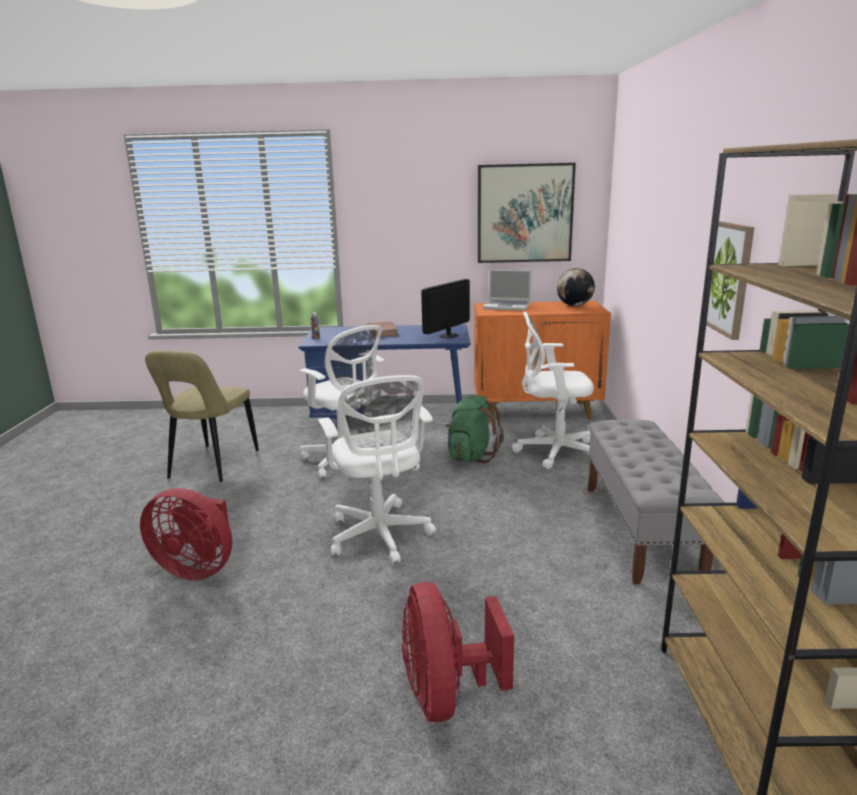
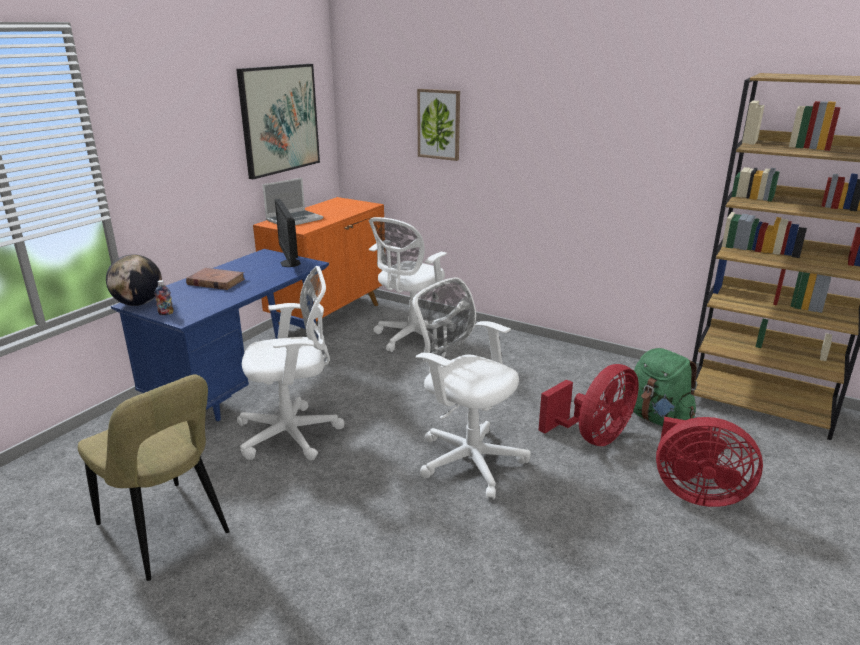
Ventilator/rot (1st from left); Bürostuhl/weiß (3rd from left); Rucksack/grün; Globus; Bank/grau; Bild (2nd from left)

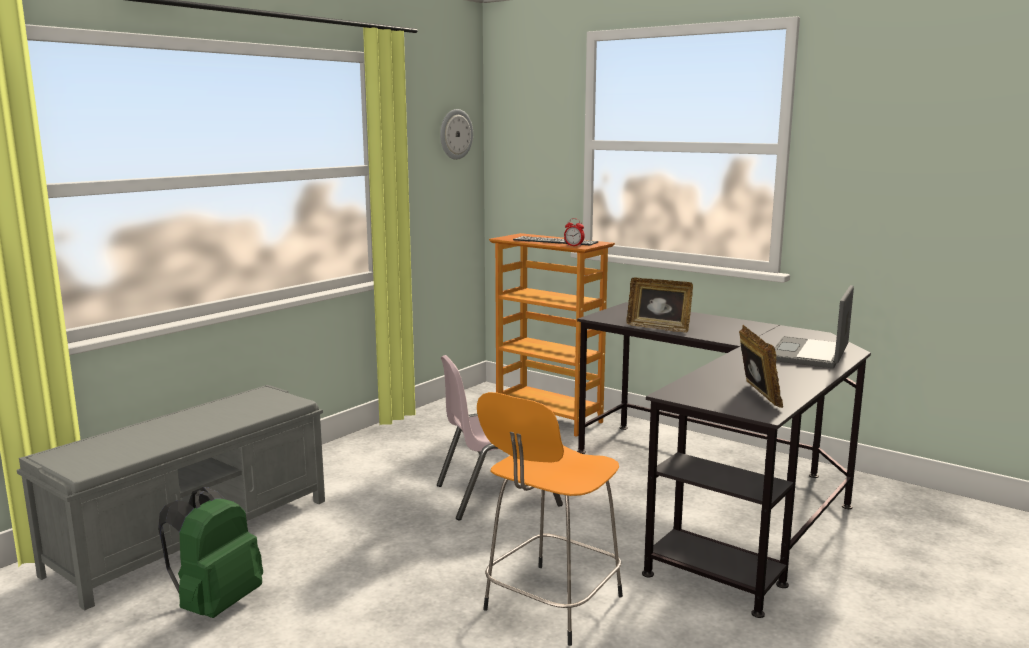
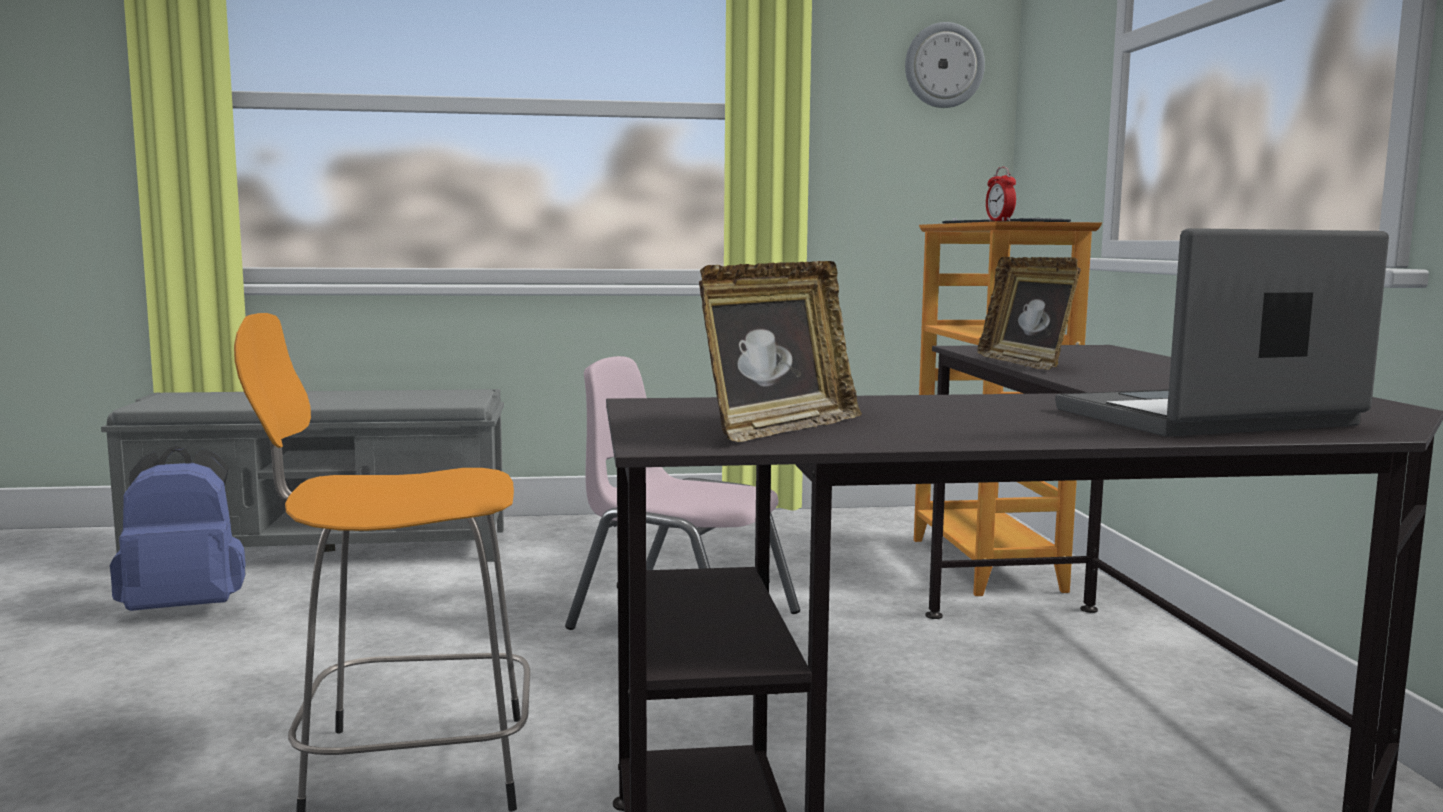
Rucksack/blau

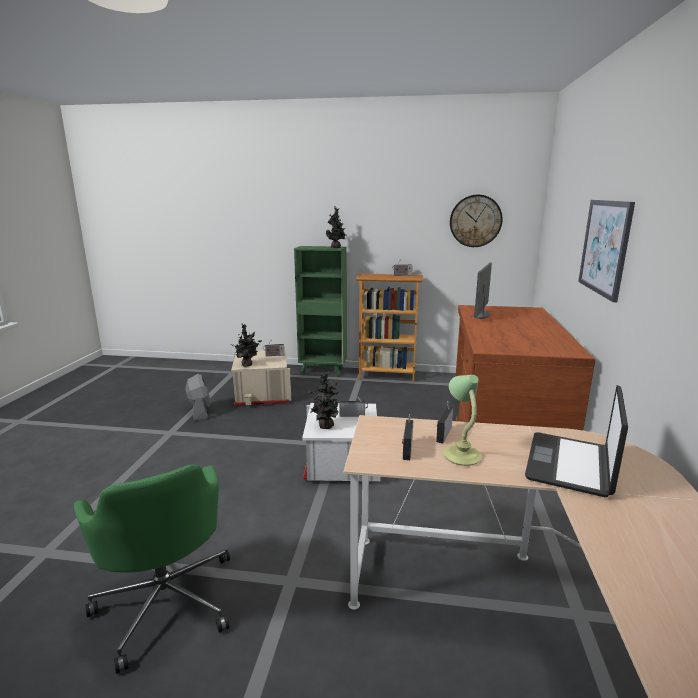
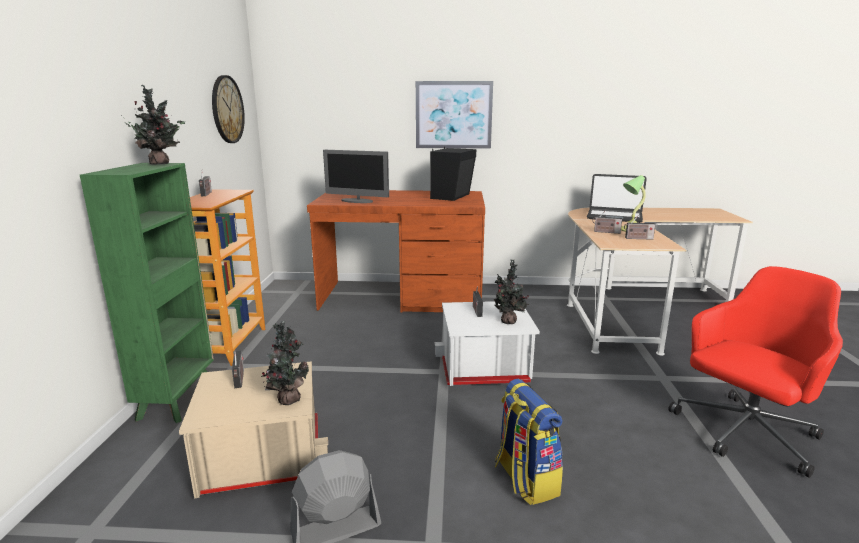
Bürostuhl/rot; Lautsprecher/schwarz; Rucksack

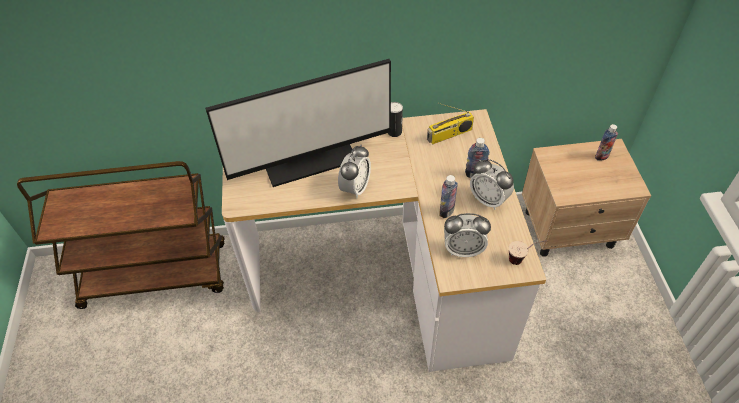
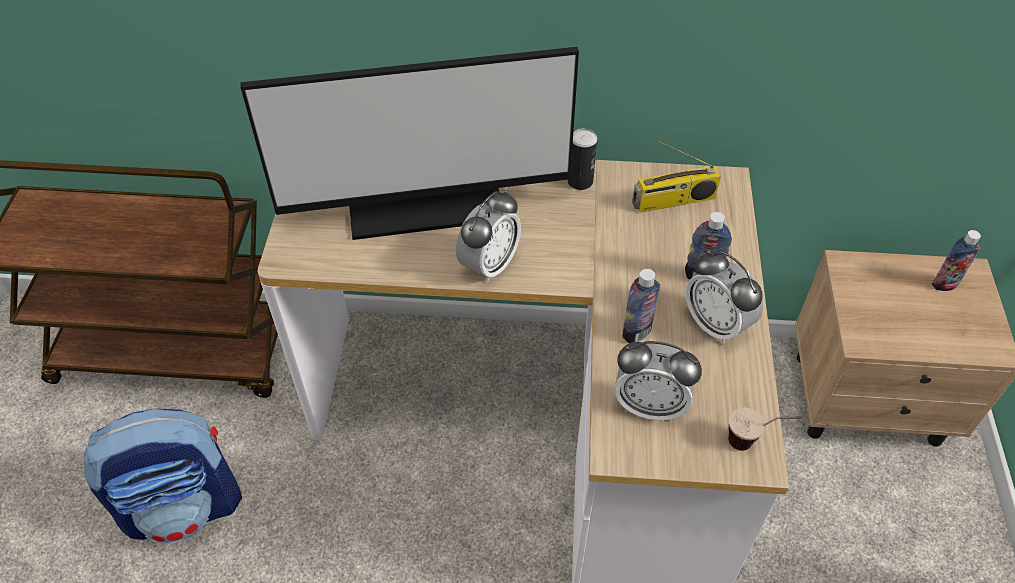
Rucksack

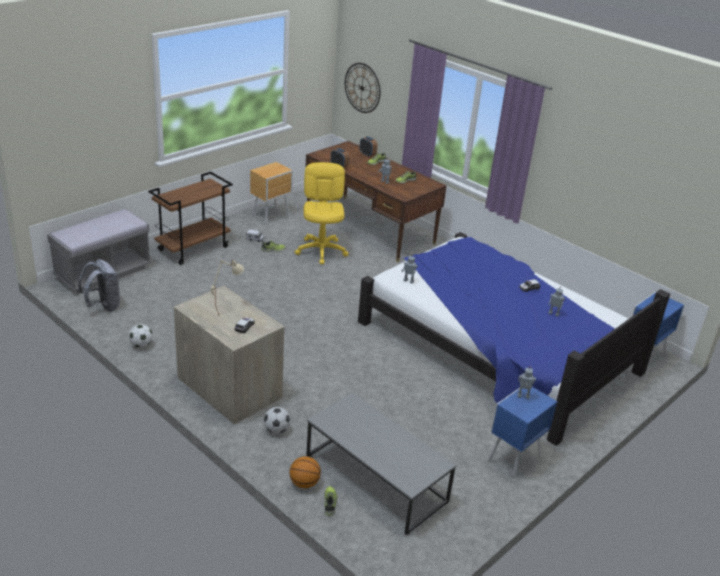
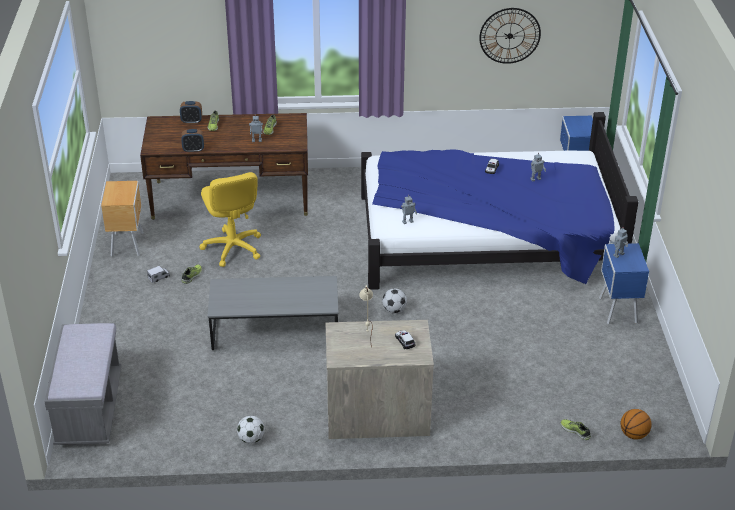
Rucksack/grau; Rollwagen/braun; Fußball (2nd from left); Basketball; Bürostuhl/gelb; Couchtisch/grau; Wanduhr

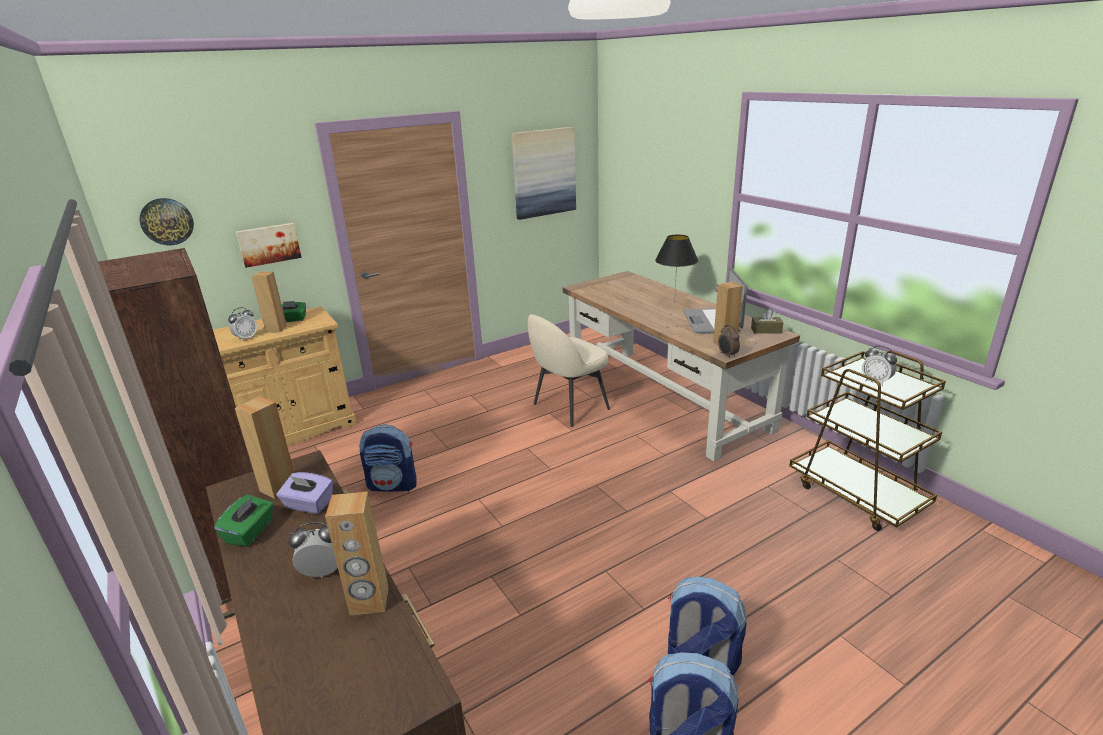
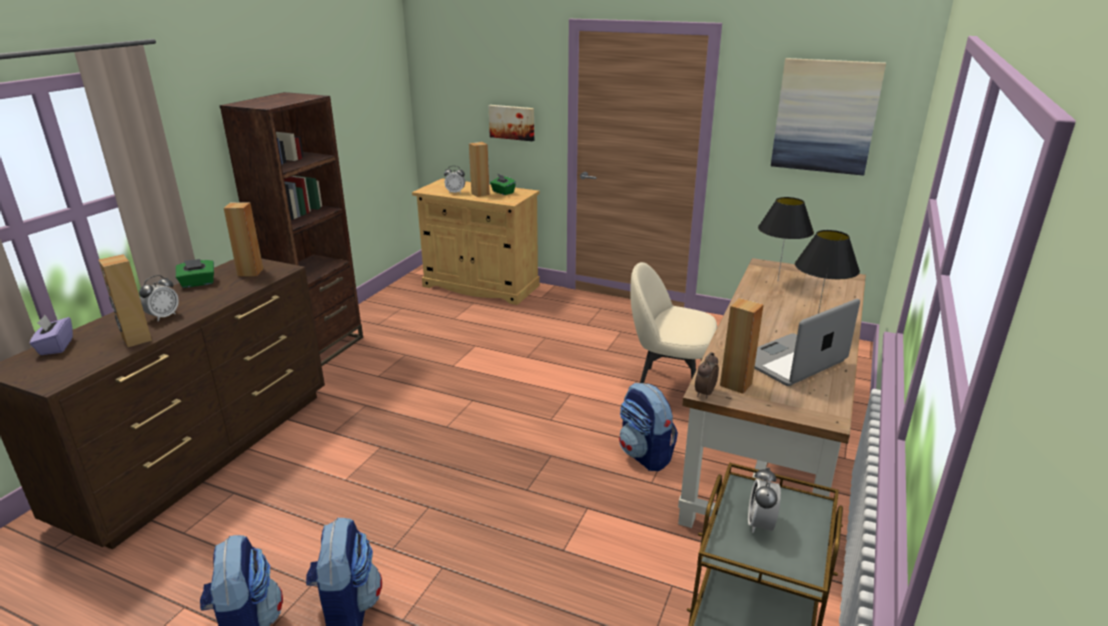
Wanduhr; Taschentuchbox/lila; Wecker (1st from left); Rucksack (3rd from left); Taschentuchbox/braun; Tischlampe/schwarz (1st from left)

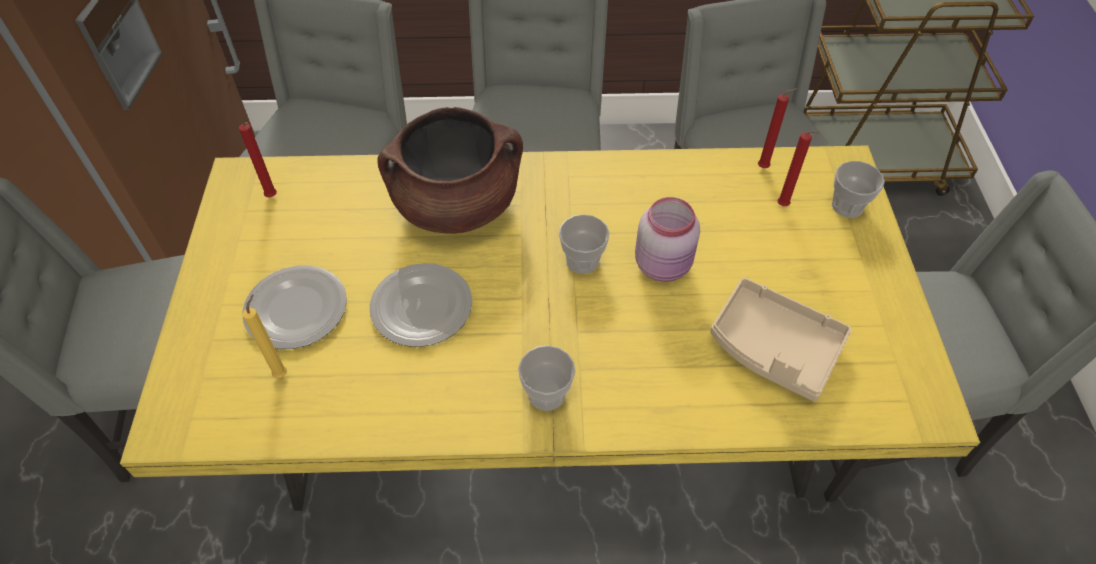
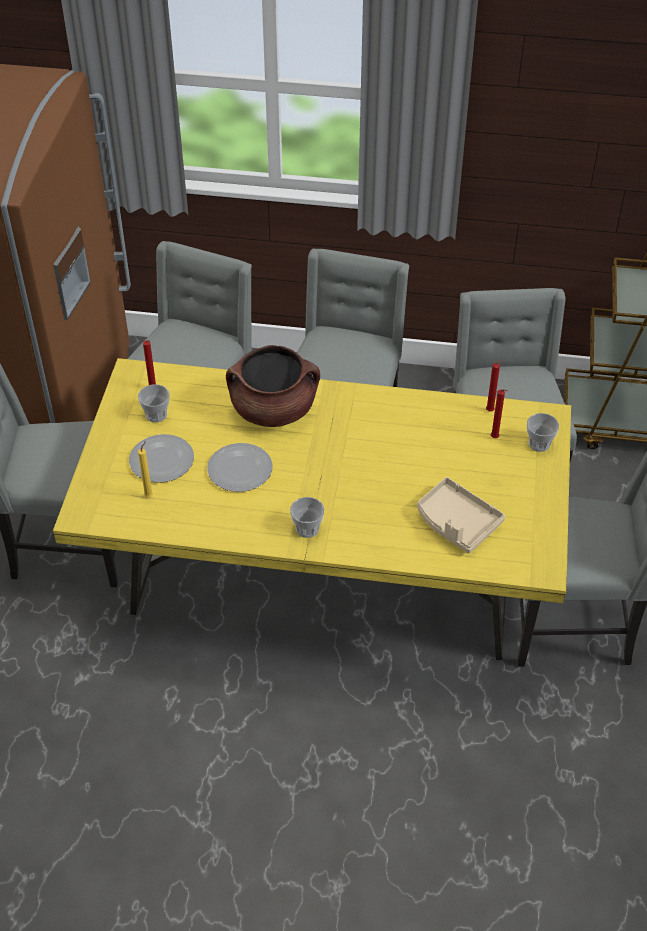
Tasse (1st from left); Vorratsglas/rosa

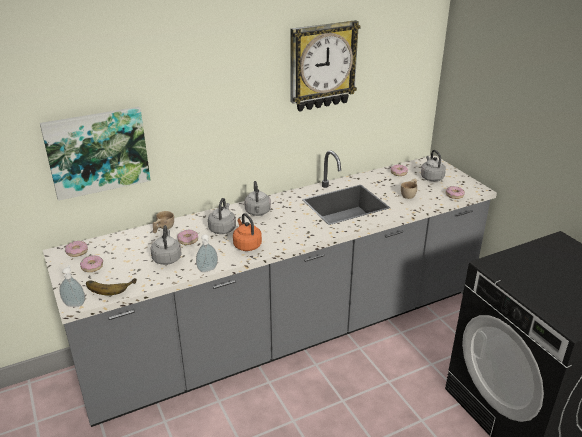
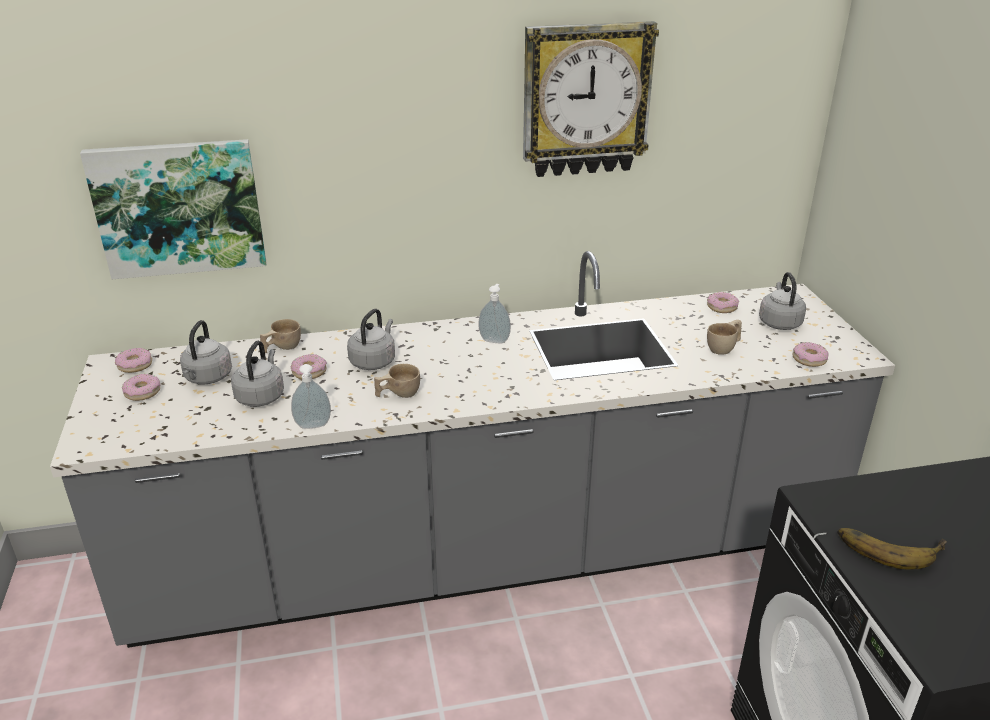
Seifenspender (2nd from left); Banane; Tasse/beige (2nd from left); Wasserkessel/grau (1st from left)

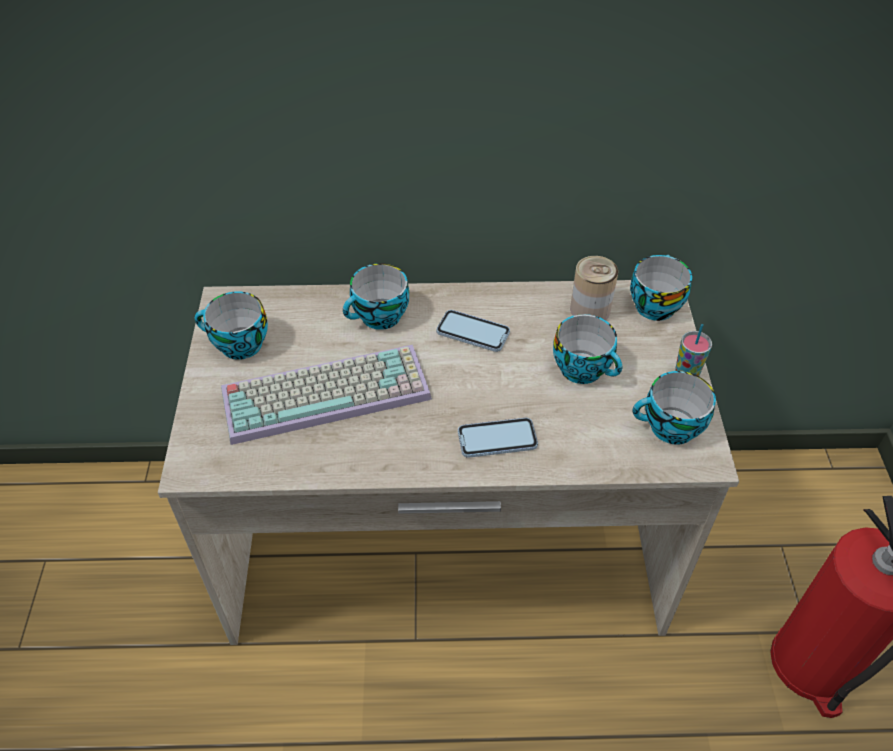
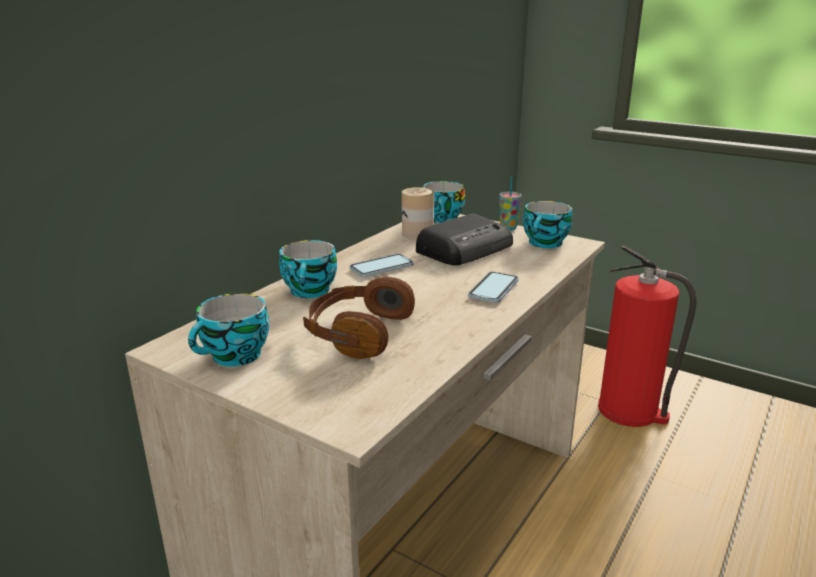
Kopfhörer/braun; Radio

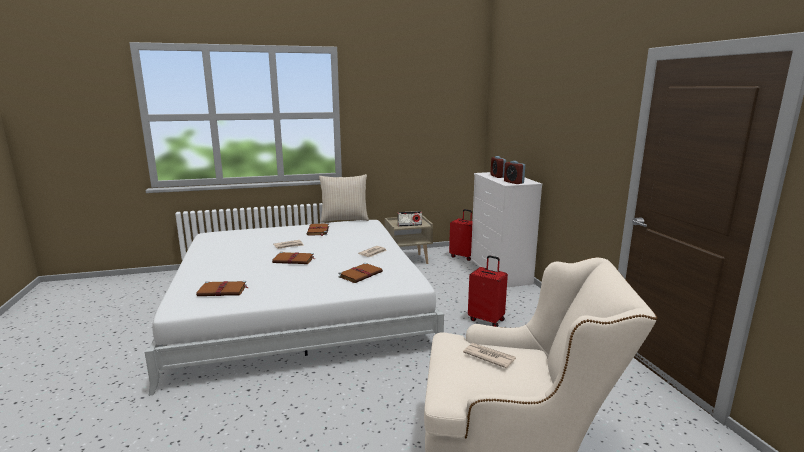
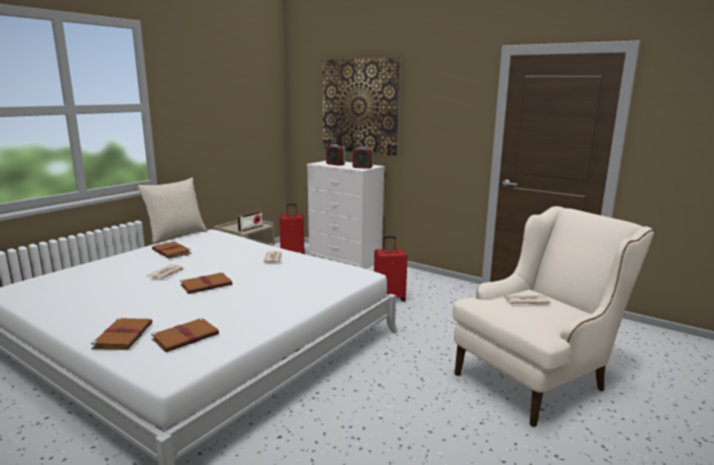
Buch/braun (1st from left); Bild

